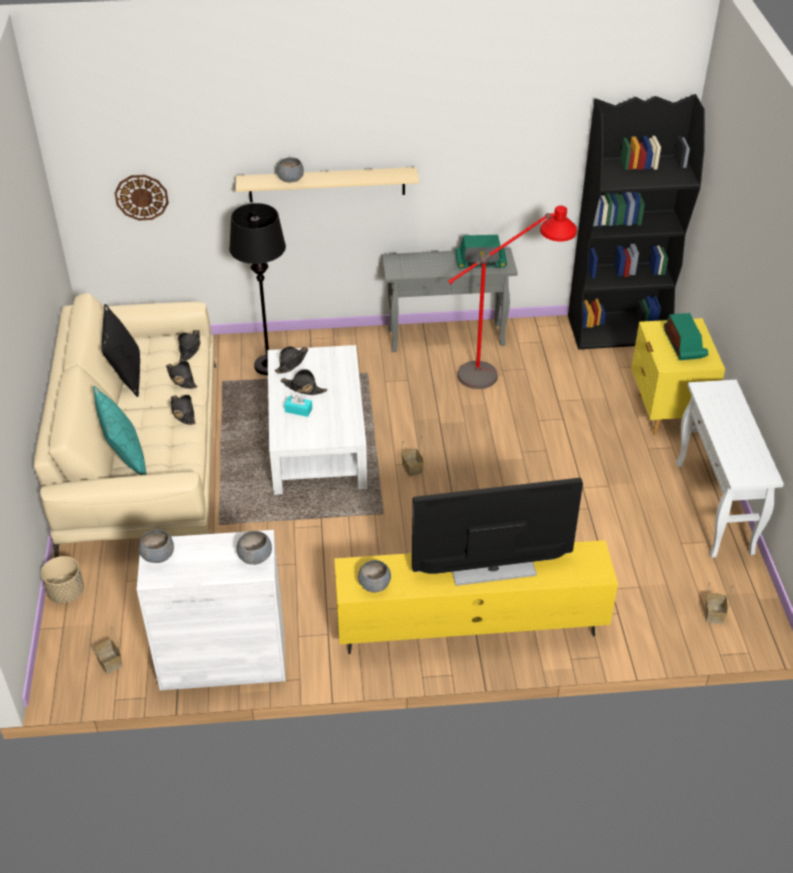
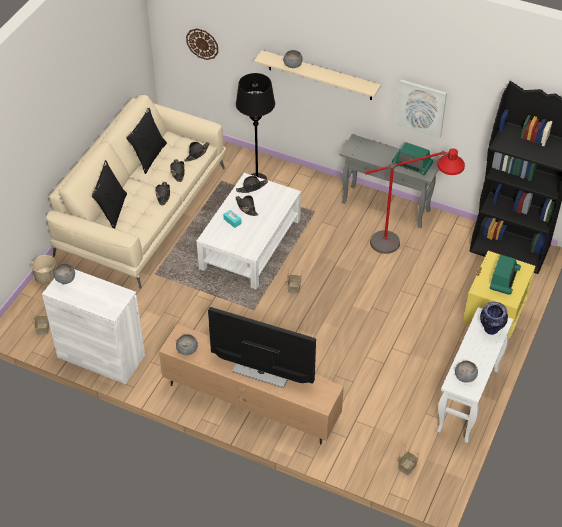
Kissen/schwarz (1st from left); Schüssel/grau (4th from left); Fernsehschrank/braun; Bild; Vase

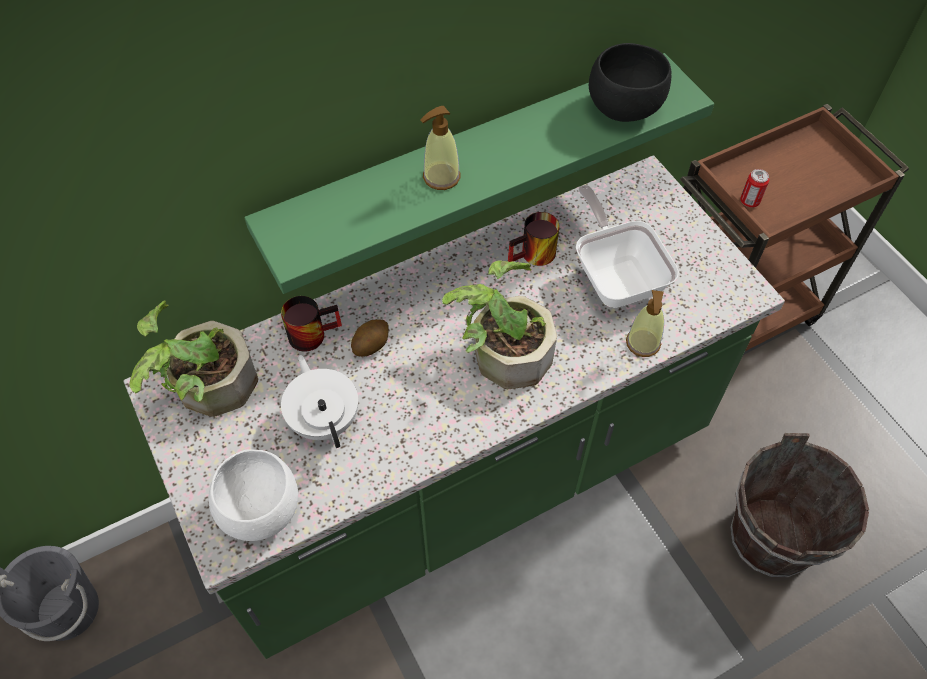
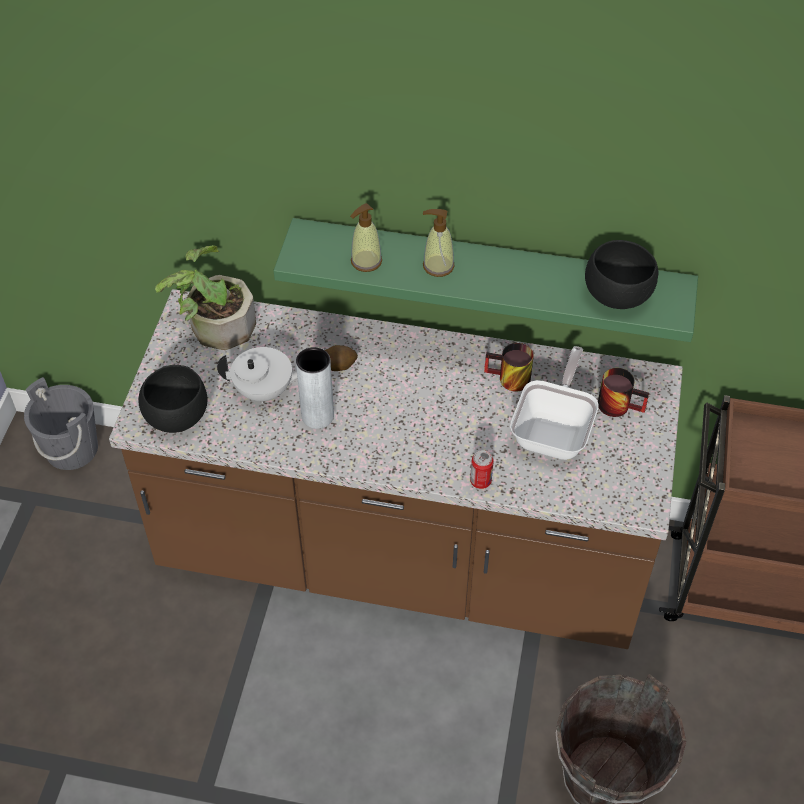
Küchenzeile/braun; Schüssel/schwarz (1st from left); Henkelbecher (2nd from left); Teekanne/weiß; Topfpflanze (2nd from left in the first image); Seifenspender (1st from left); Dose; Vase/grau

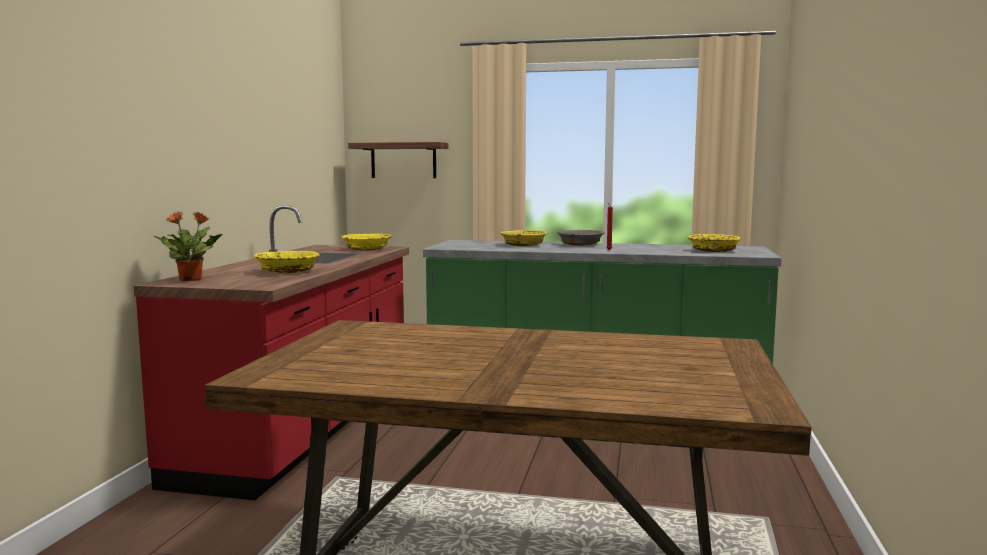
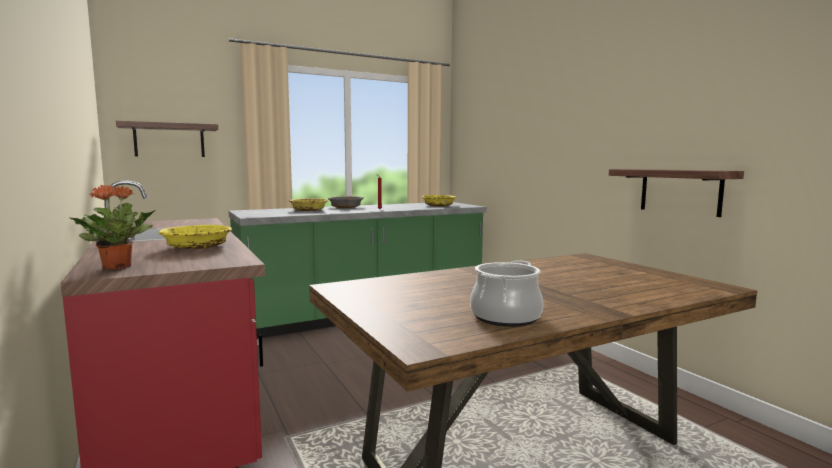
Schüssel/gelb (2nd from left in the first image); Kochtopf; Wandregal (2nd from left)

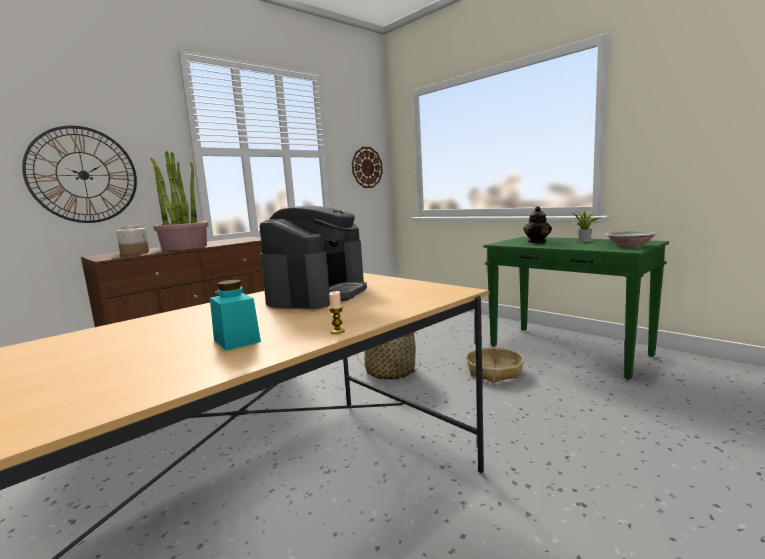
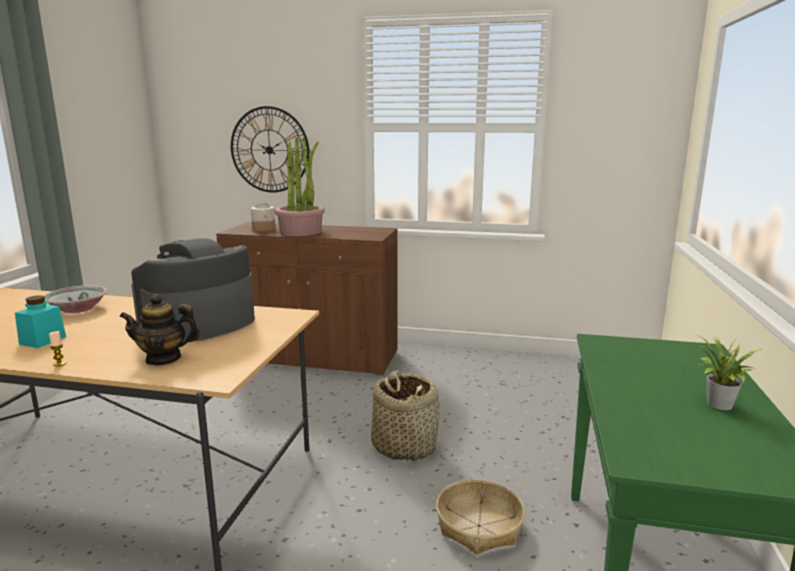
Kaffeemaschine; Wanduhr (2nd from left in the first image); Teekanne; Schüssel

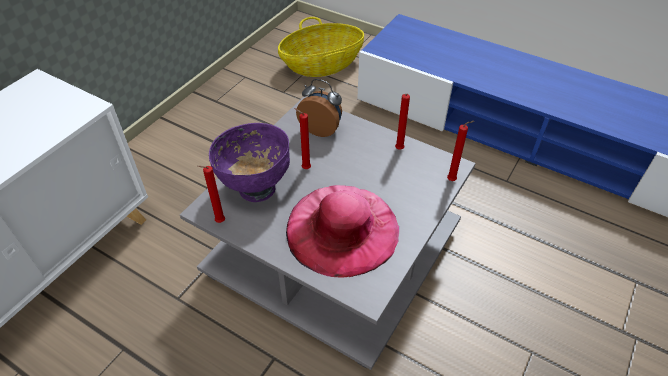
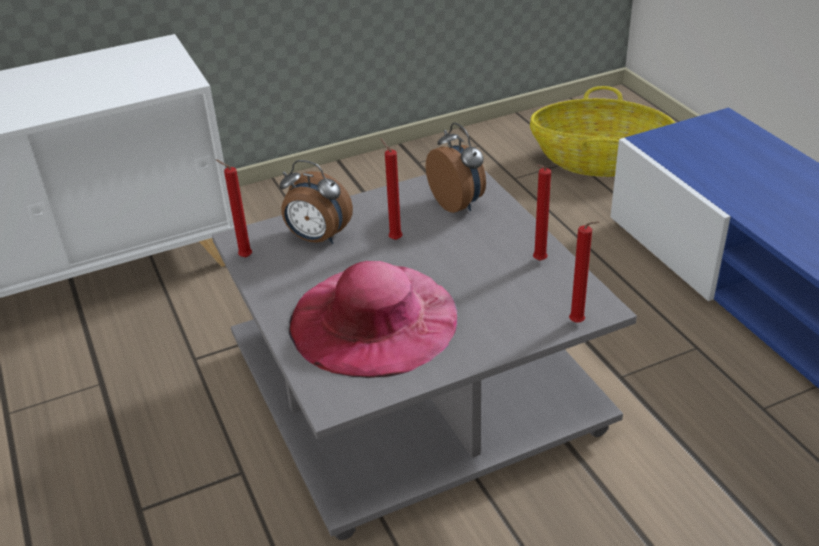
Wecker (1st from left)

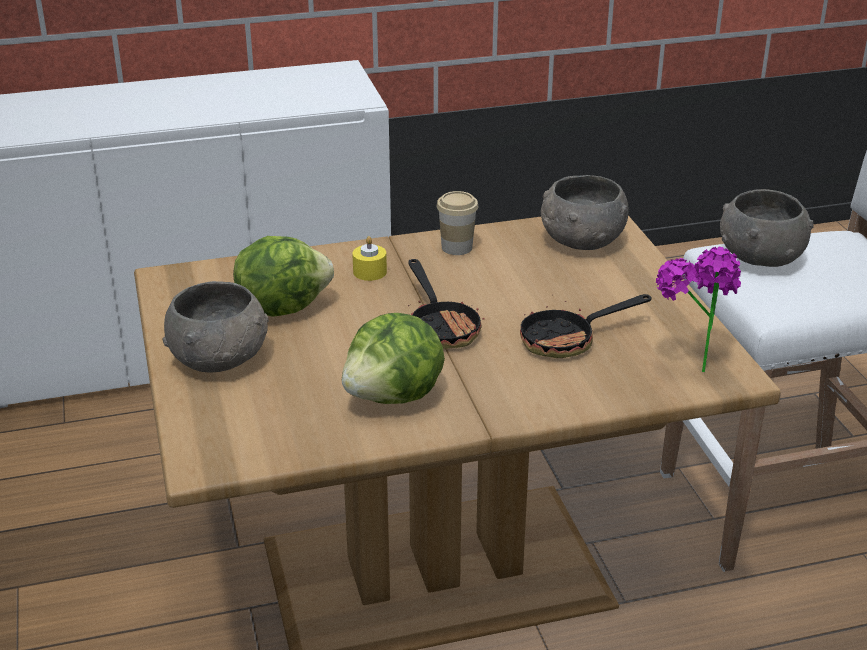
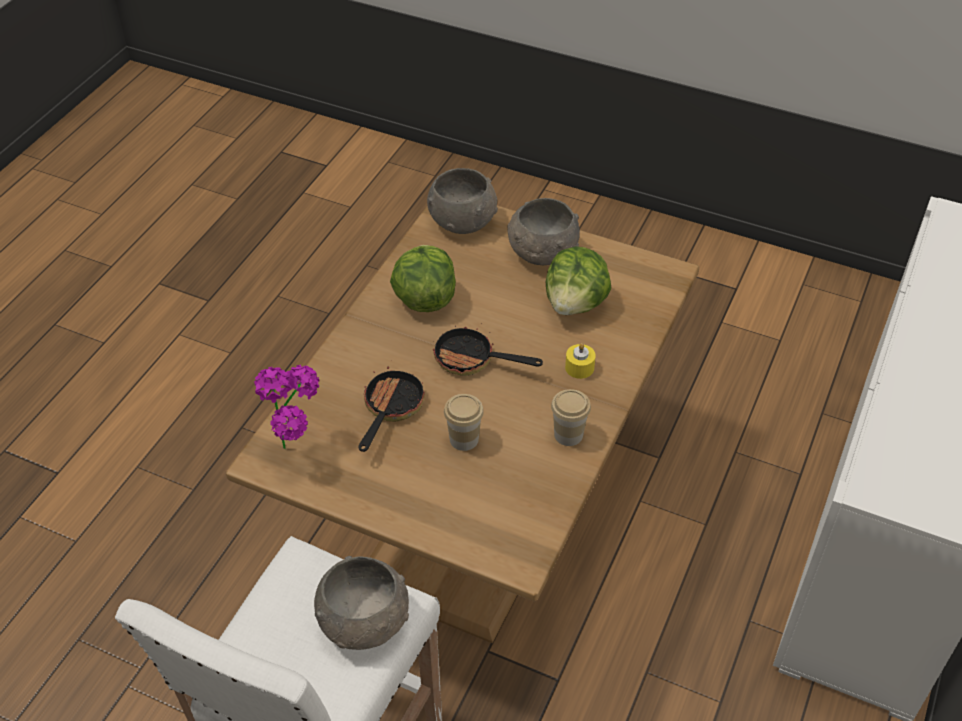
Schüssel/grau (2nd from left); Tasse (1st from left)

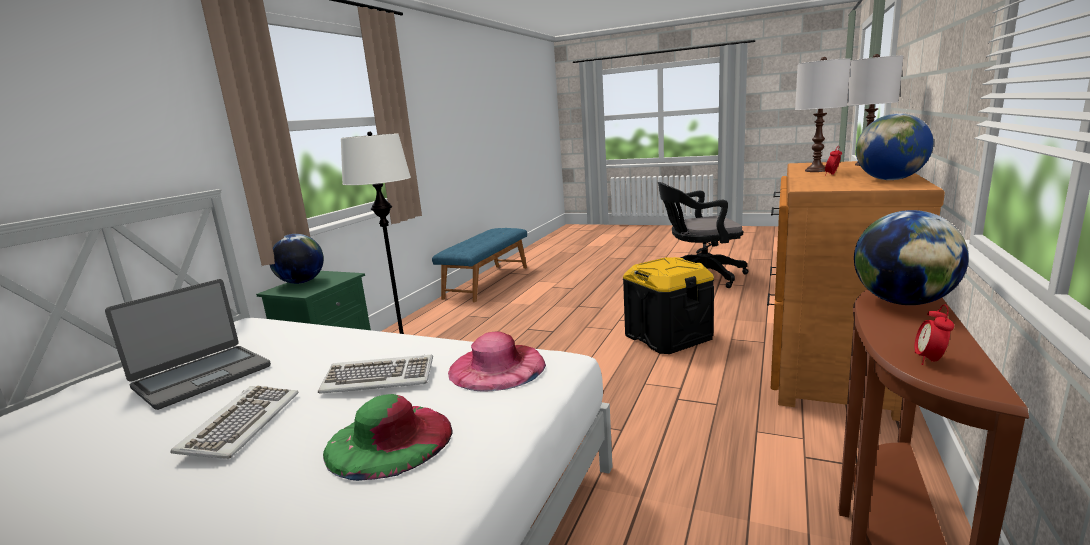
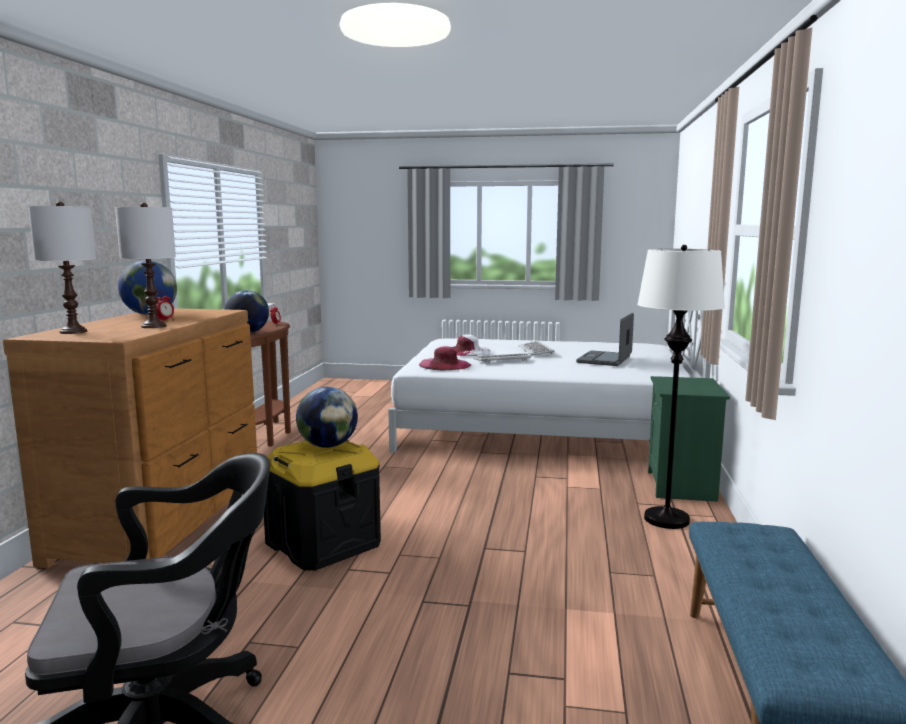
Globus (3rd from left); Hut/weiß

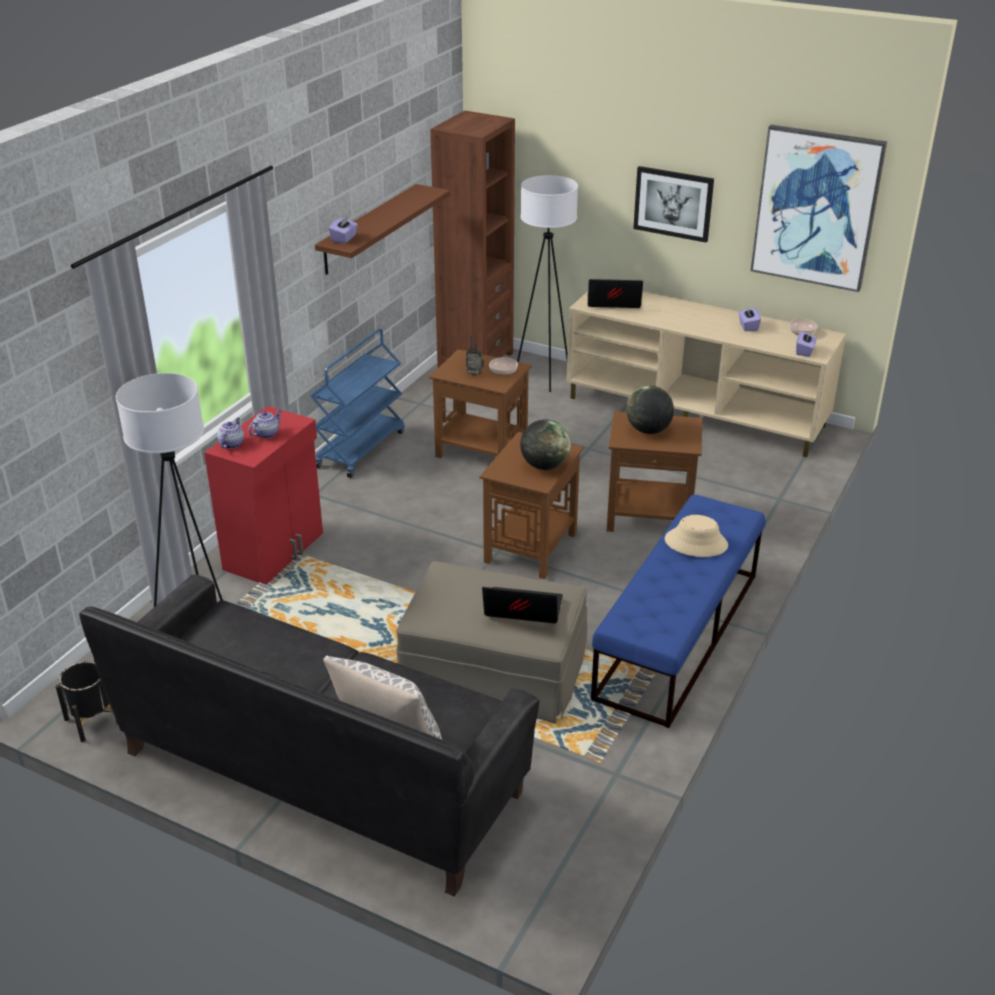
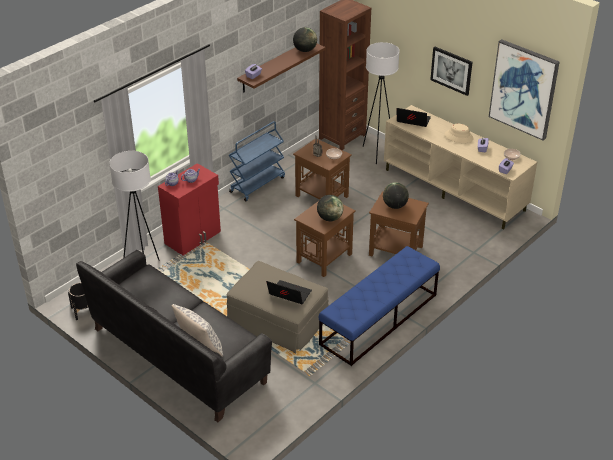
Hut/beige; Globus (1st from left)

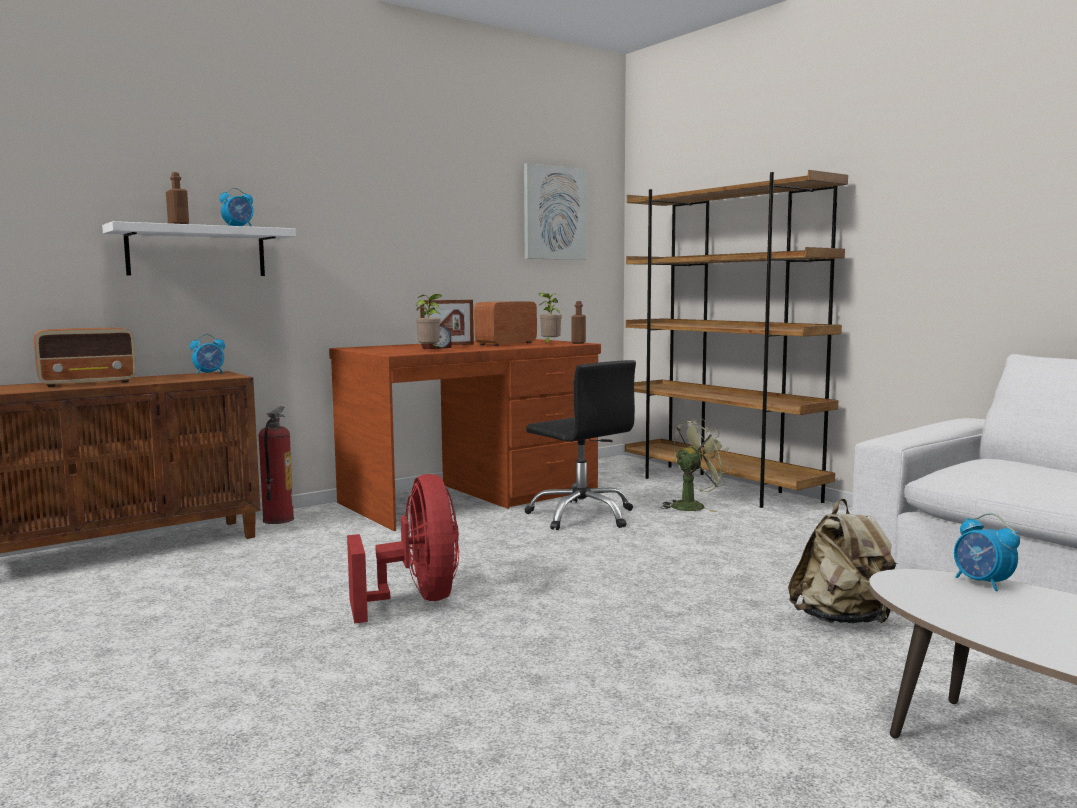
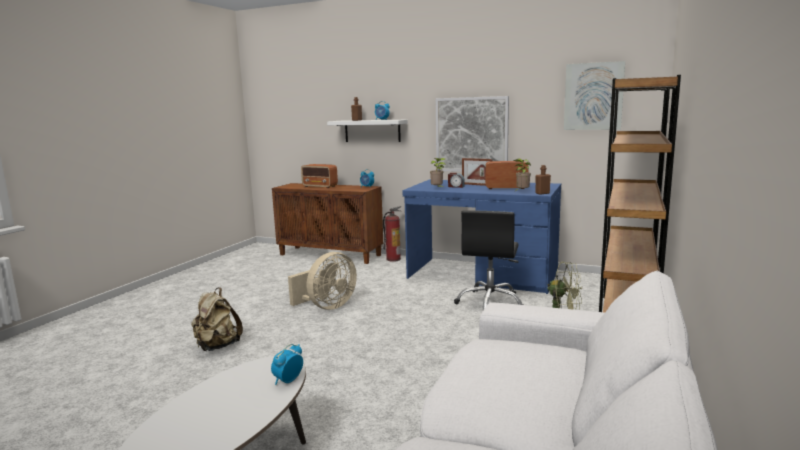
Schreibtisch/blau; Ventilator/beige; Rucksack/beige; Bild (1st from left)

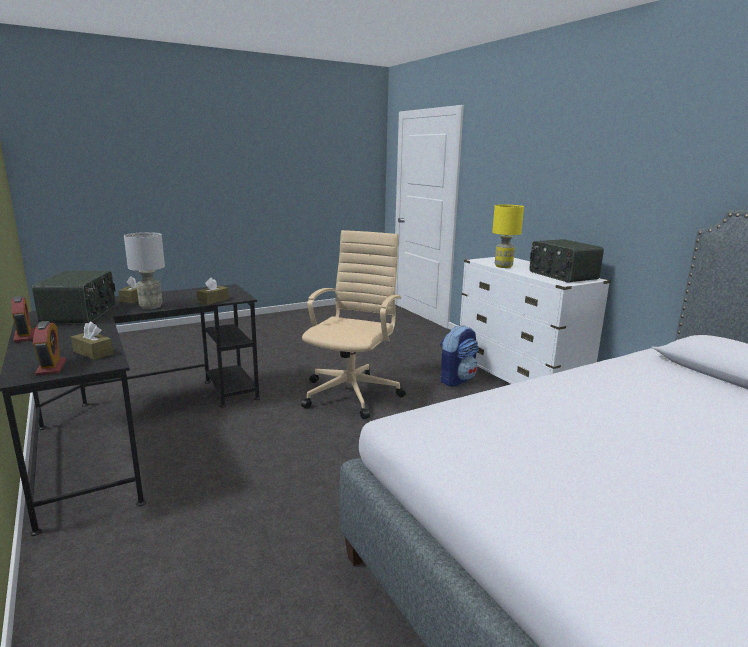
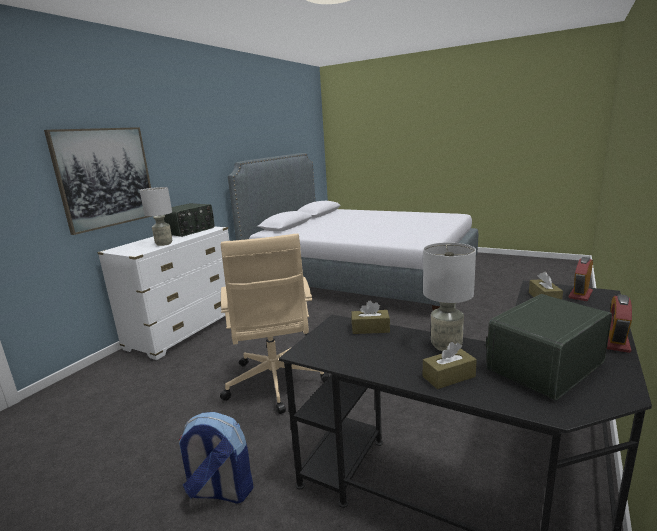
Bürostuhl/beige; Rucksack; Tischlampe/grau (1st from left); Bild

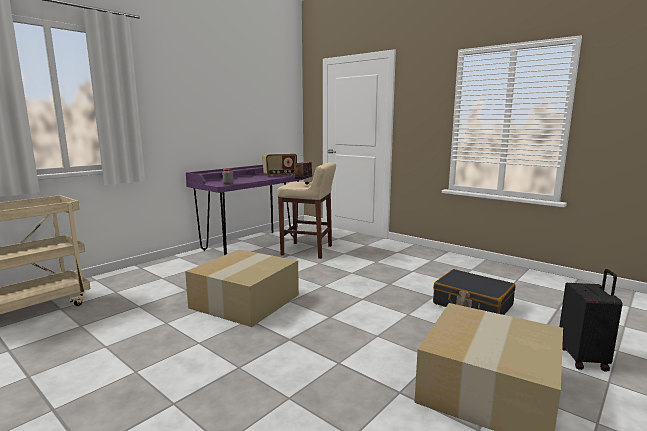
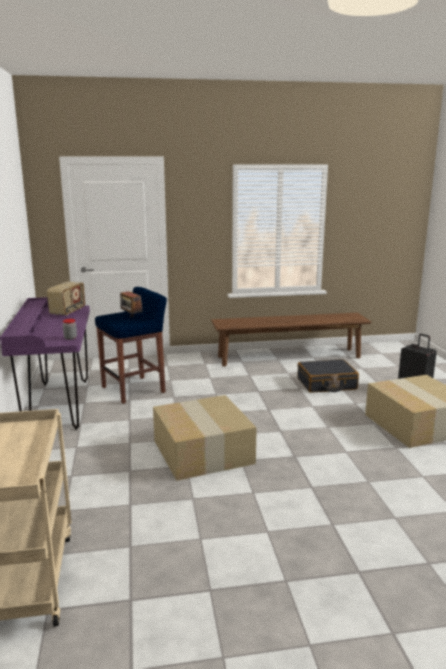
Hocker/blau; Bank/braun

